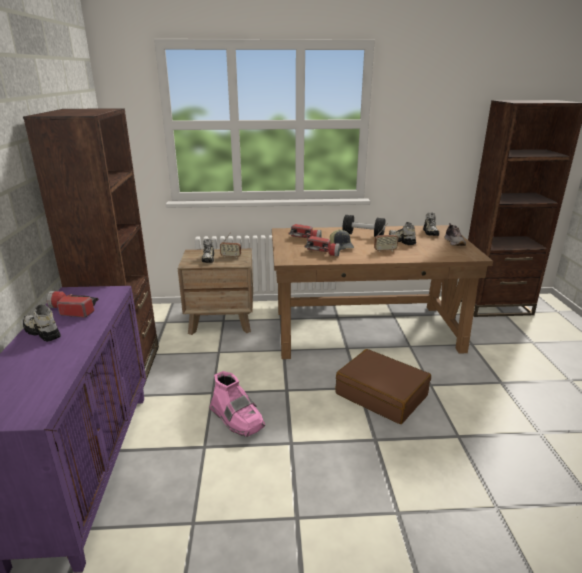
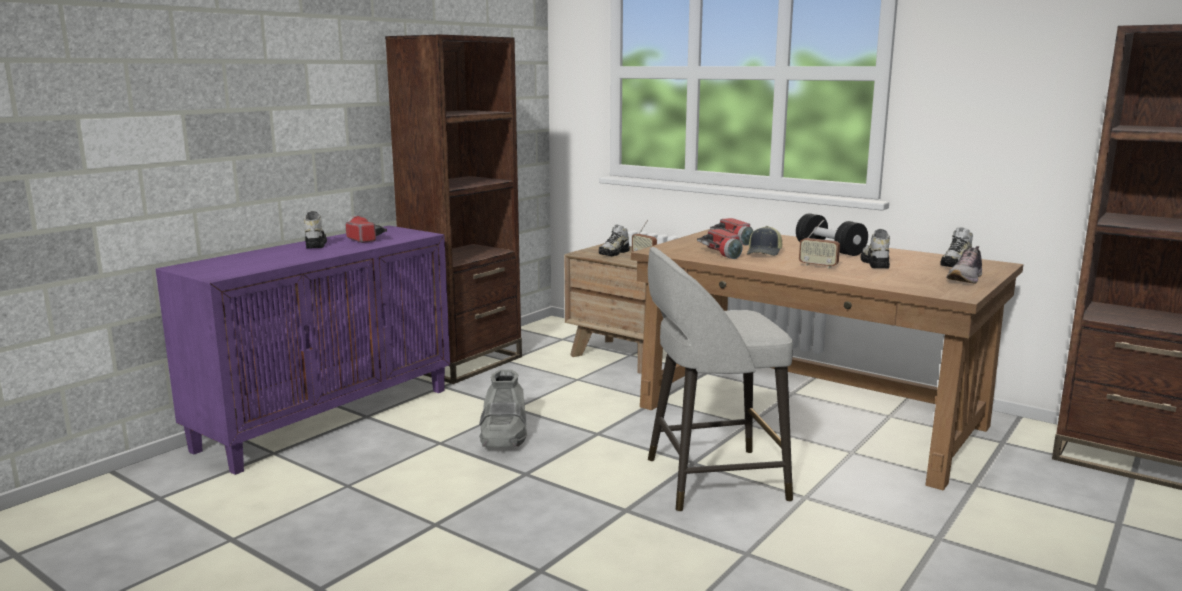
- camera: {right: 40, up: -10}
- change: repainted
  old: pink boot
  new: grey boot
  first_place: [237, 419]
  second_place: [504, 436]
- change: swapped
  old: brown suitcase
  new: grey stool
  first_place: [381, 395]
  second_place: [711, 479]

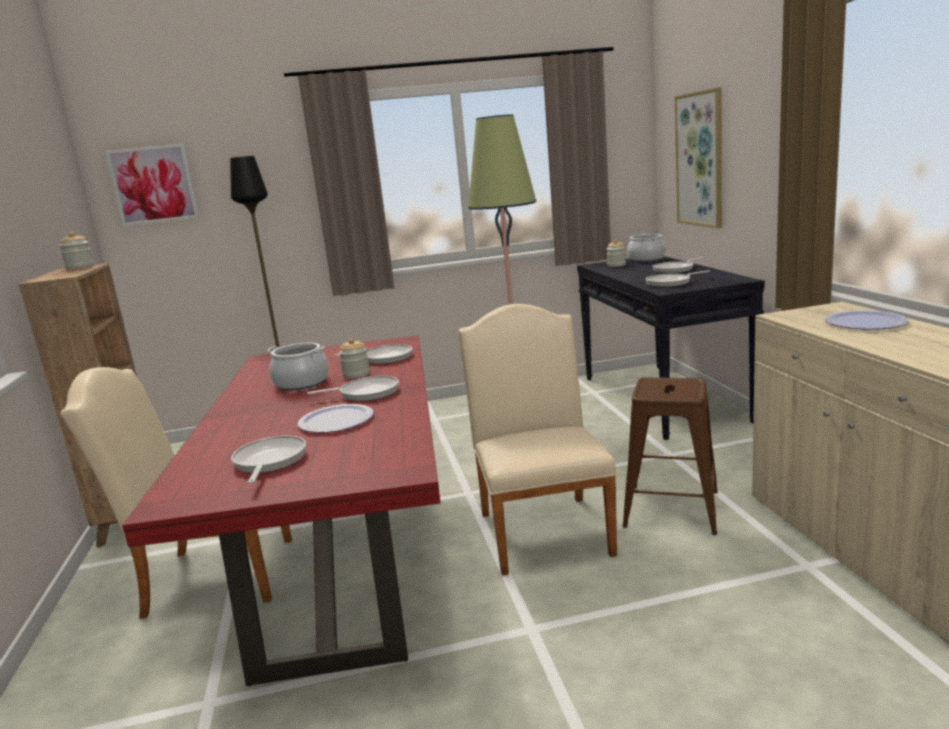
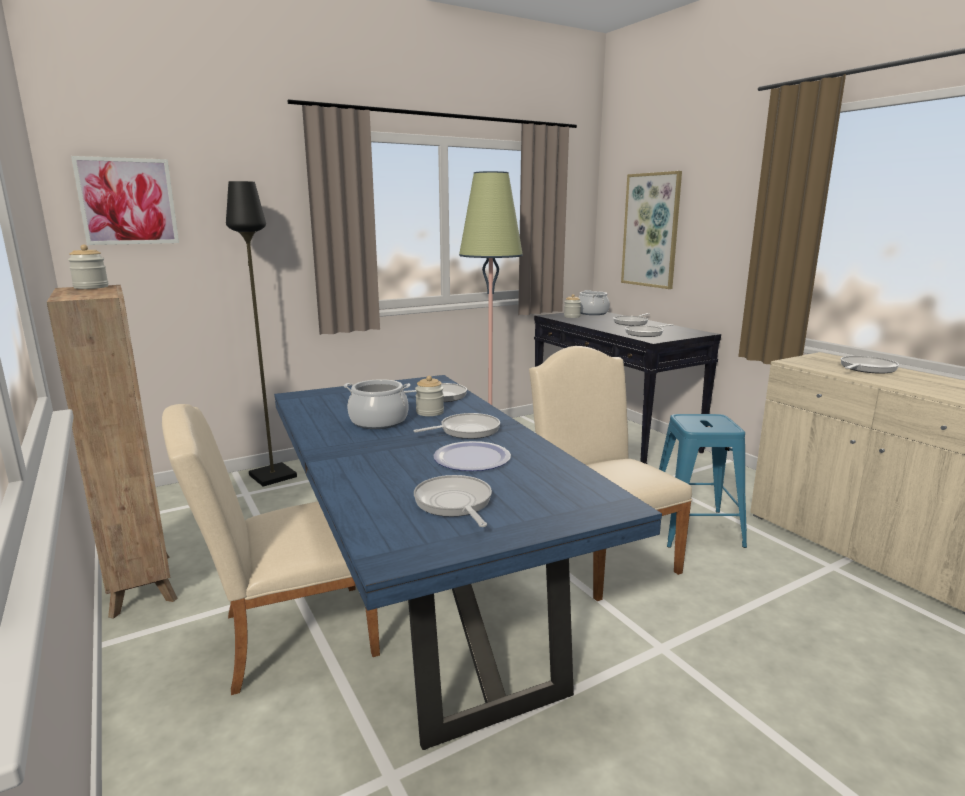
- camera: {right: -20, up: 0}
- change: repainted
  old: red dining table
  new: blue dining table
  first_place: [343, 555]
  second_place: [423, 597]
- change: repainted
  old: brown stool
  new: blue stool
  first_place: [671, 509]
  second_place: [694, 528]
- change: swapped
  old: plate
  new: frying pan
  first_place: [865, 322]
  second_place: [866, 368]

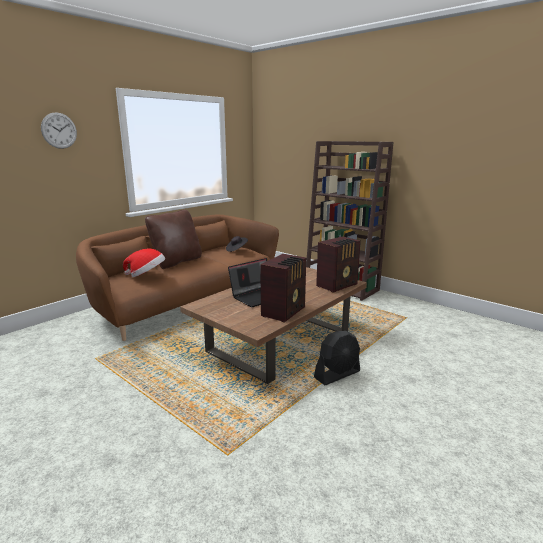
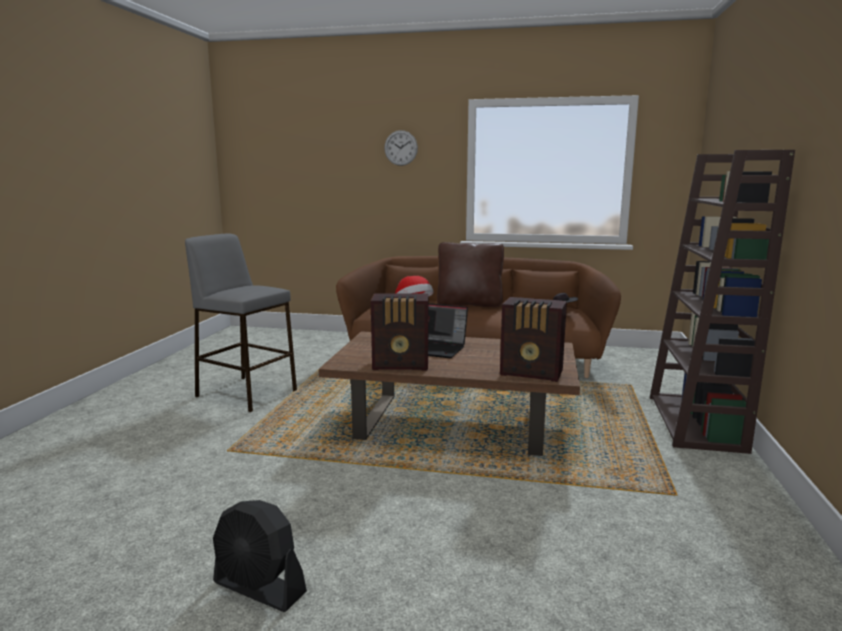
- camera: {right: 60, up: -5}
- change: new
  new: grey stool
  second_place: [246, 393]
- change: shifted
  old: black fan
  first_place: [337, 374]
  second_place: [259, 588]

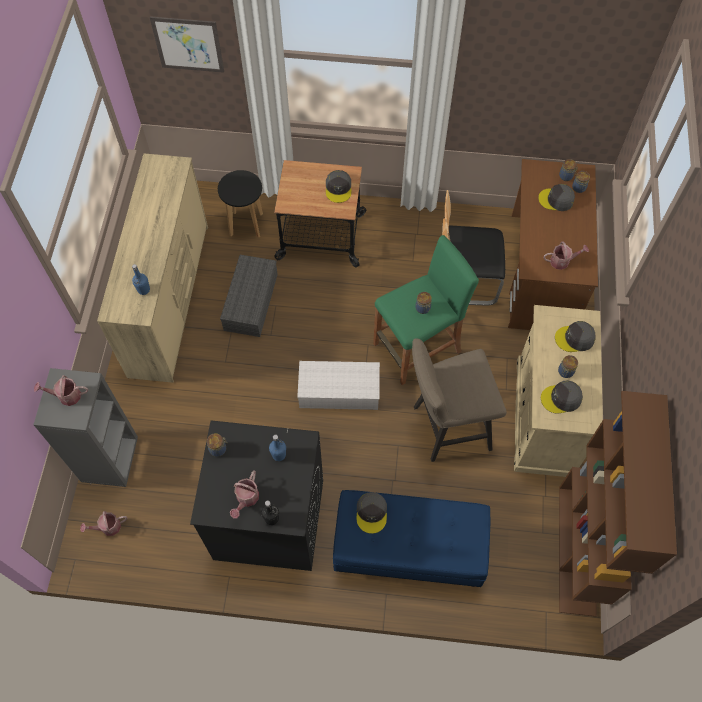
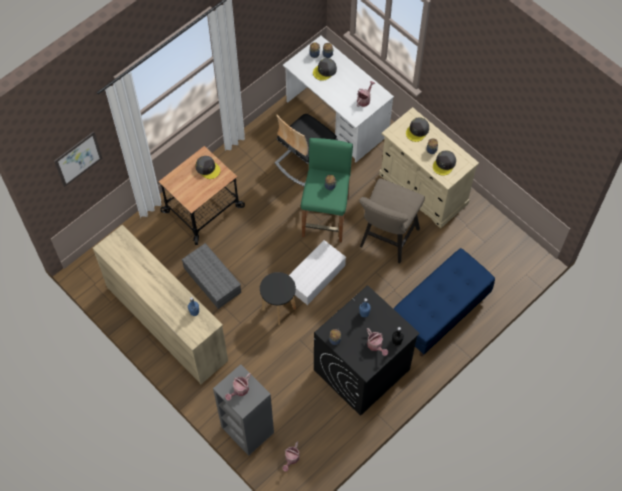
- camera: {right: -50, up: 0}
- change: shifted
  old: black stool
  first_place: [246, 225]
  second_place: [279, 309]
- change: repainted
  old: brown desk
  new: white desk
  first_place: [540, 273]
  second_place: [337, 118]
- change: gone
  old: grey cap
  first_place: [371, 513]
- change: gone
  old: brown bookcase
  first_place: [578, 550]

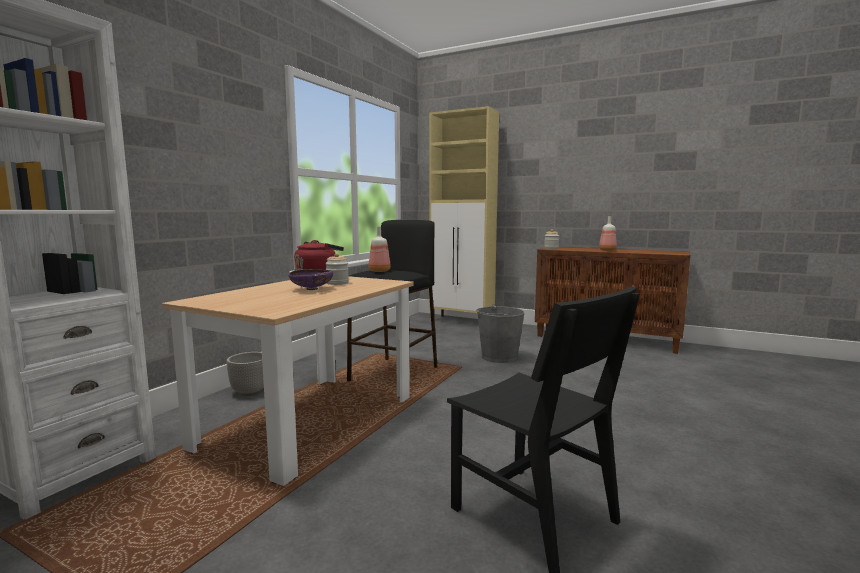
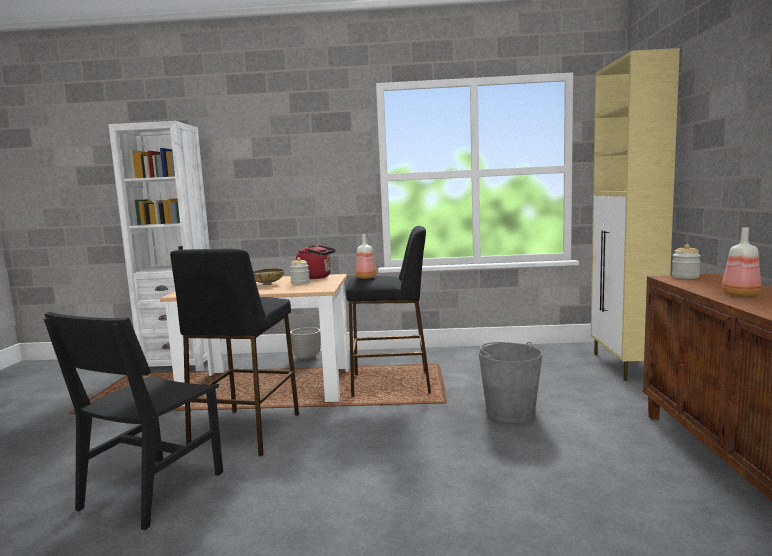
- camera: {right: 65, up: 0}
- change: new
  new: black stool
  second_place: [246, 432]
- change: repainted
  old: purple bowl
  new: beige bowl
  first_place: [311, 289]
  second_place: [267, 284]

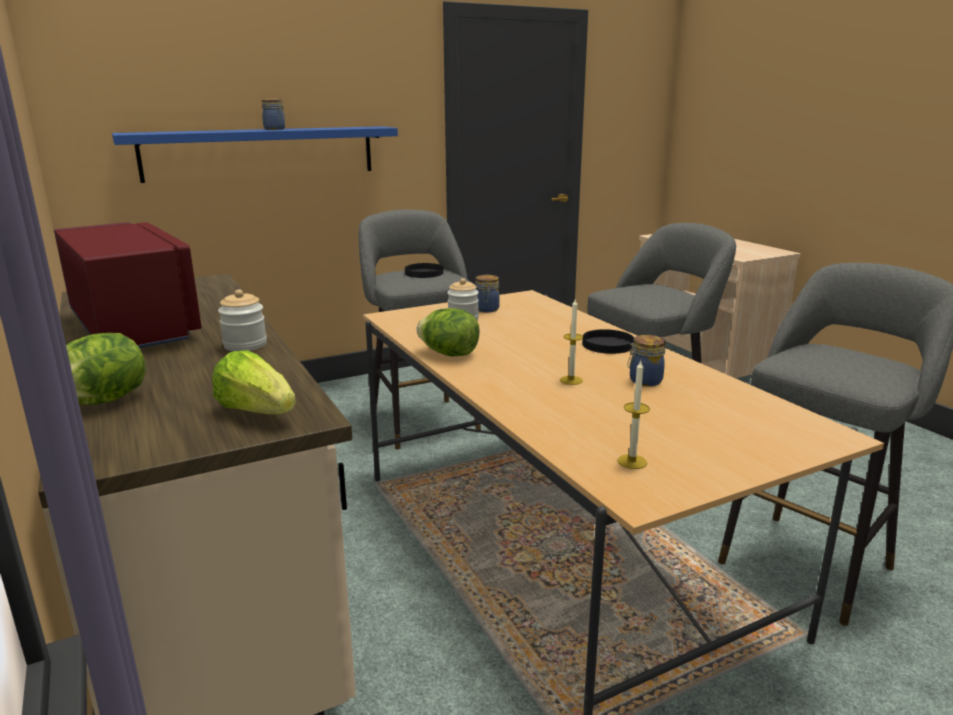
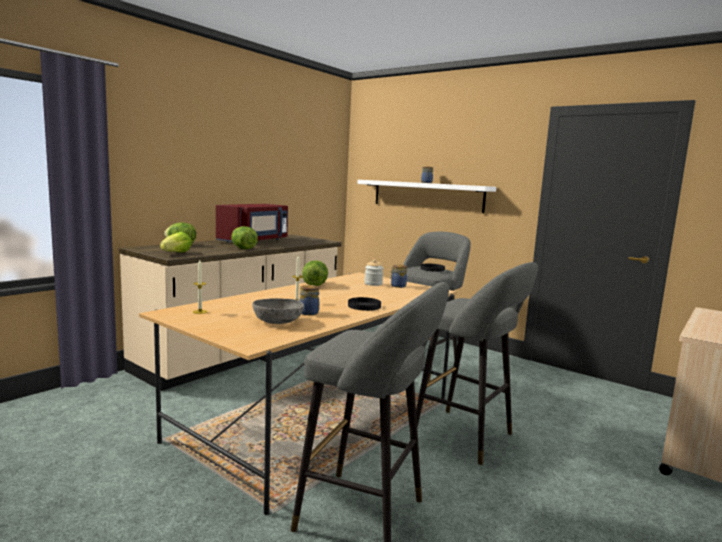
- camera: {right: 65, up: -10}
- change: swapped
  old: jar
  new: lettuce
  first_place: [245, 345]
  second_place: [243, 248]
- change: new
  new: grey bowl
  second_place: [278, 322]
- change: repainted
  old: blue shelf
  new: white shelf
  first_place: [261, 153]
  second_place: [427, 195]

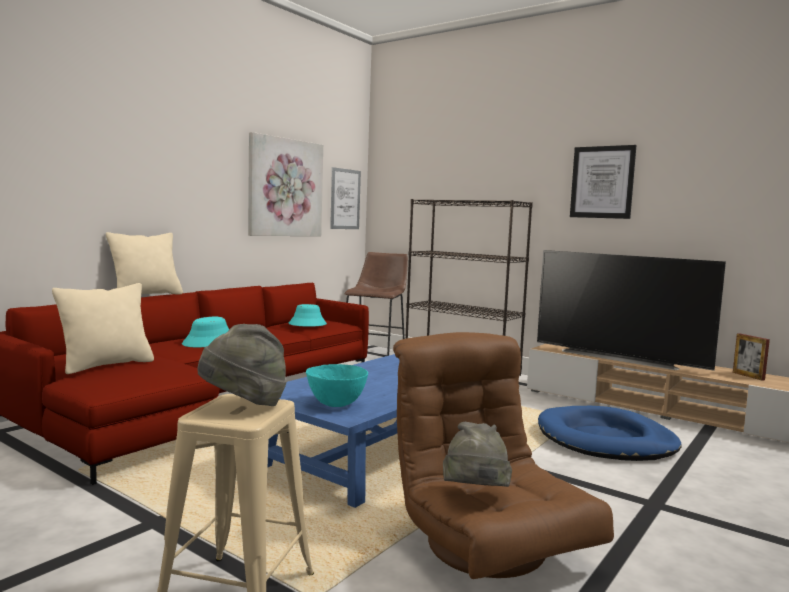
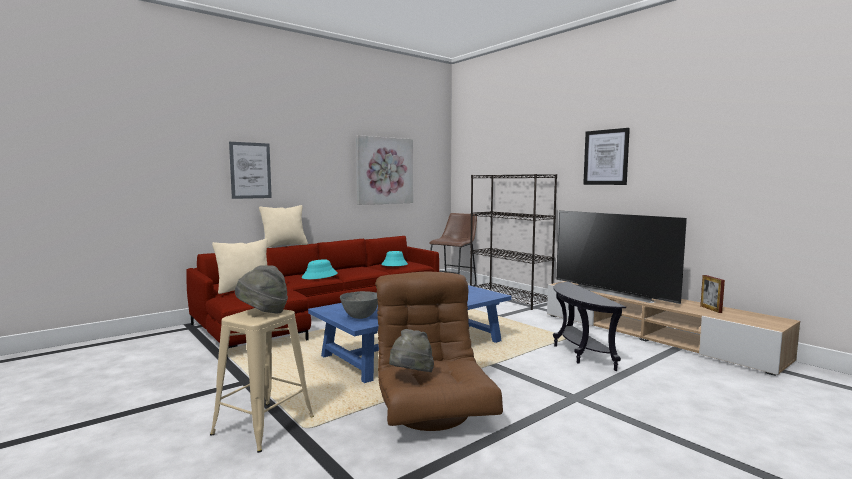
- camera: {right: 15, up: 0}
- change: shifted
  old: picture
  first_place: [345, 199]
  second_place: [250, 170]
- change: repainted
  old: turquoise bowl
  new: grey bowl
  first_place: [336, 404]
  second_place: [360, 317]
- change: swapped
  old: blue dog bed
  new: black side table
  first_place: [606, 440]
  second_place: [578, 353]

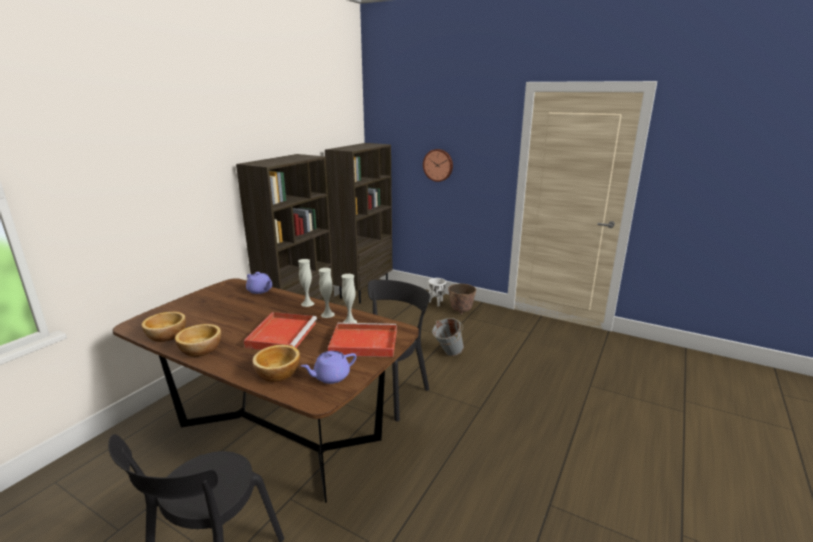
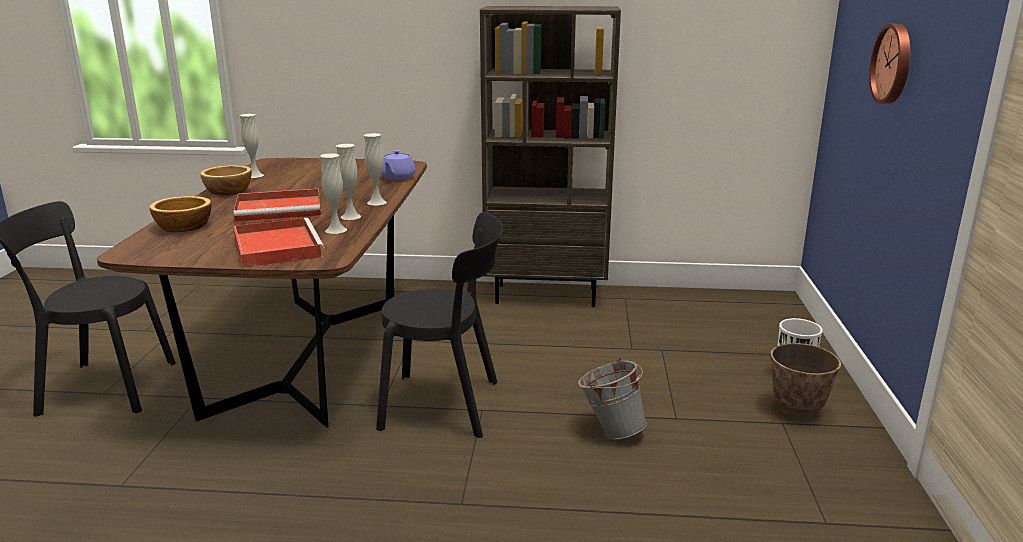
- camera: {right: 65, up: 0}
- change: swapped
  old: bowl
  new: white vase
  first_place: [167, 335]
  second_place: [255, 175]
- change: gone
  old: purple teapot
  first_place: [330, 377]
- change: gone
  old: brown bookcase
  first_place: [364, 291]

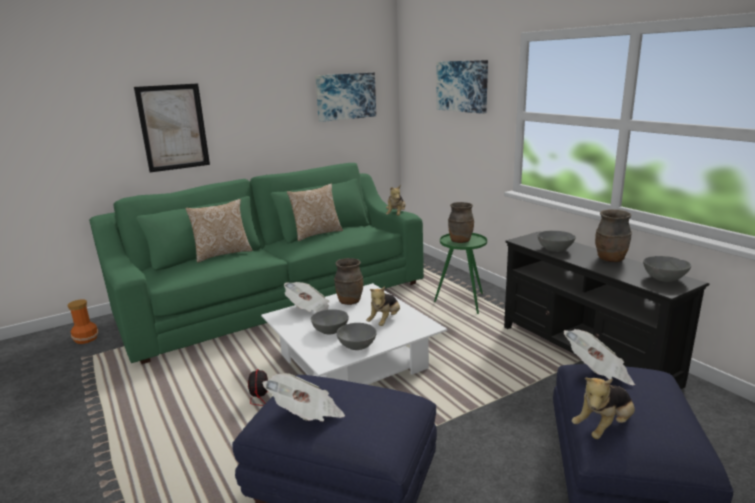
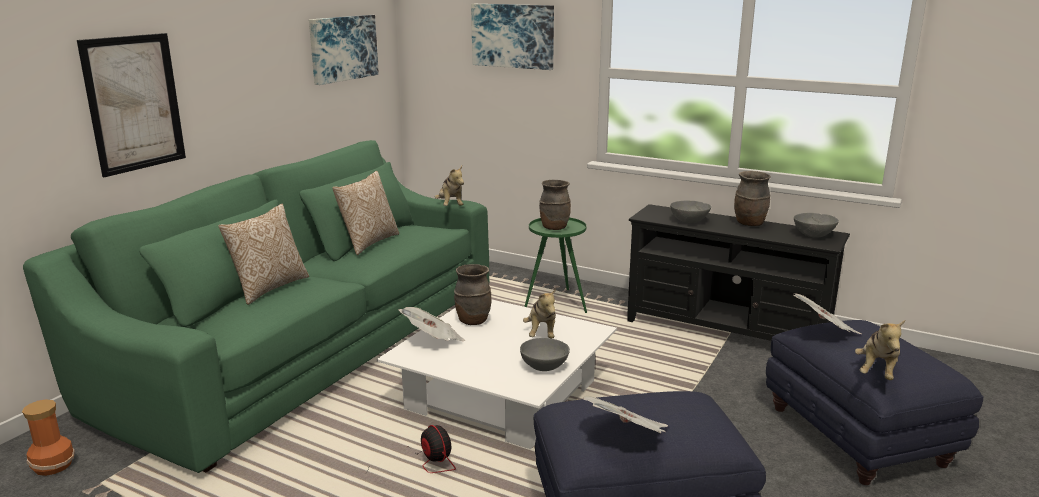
- camera: {right: -30, up: 0}
- change: gone
  old: grey bowl
  first_place: [330, 330]

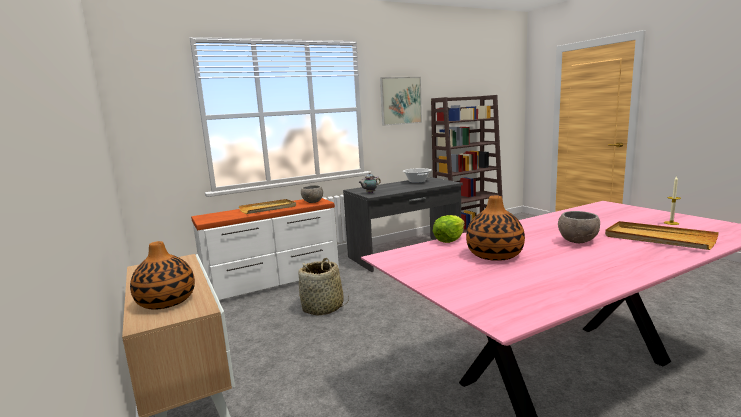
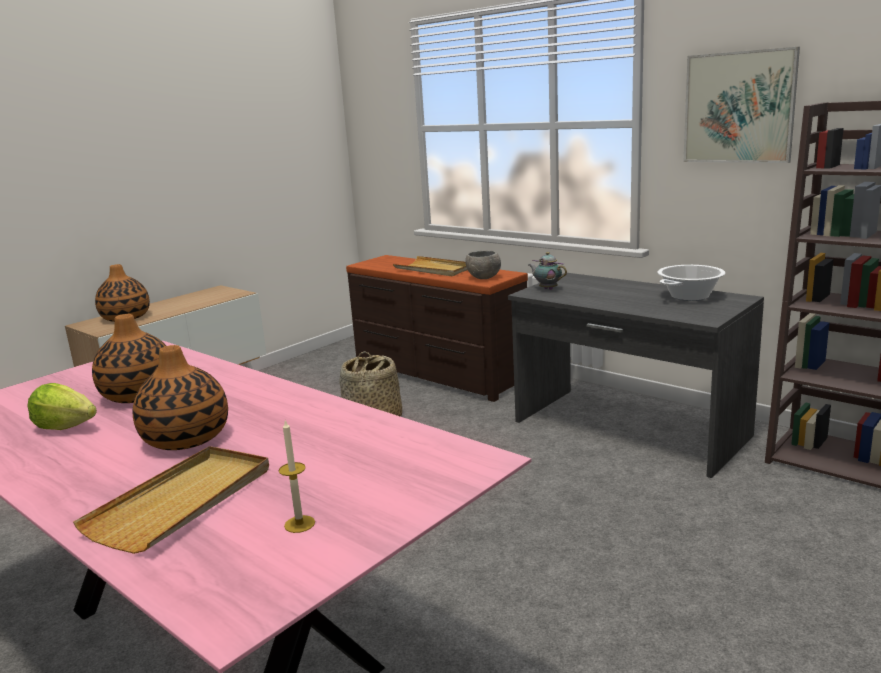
- camera: {right: 70, up: 5}
- change: shifted
  old: lettuce
  first_place: [449, 240]
  second_place: [66, 427]
- change: swapped
  old: grey bowl
  new: vase
  first_place: [578, 241]
  second_place: [186, 438]
- change: repainted
  old: white dresser
  new: brown dresser
  first_place: [273, 282]
  second_place: [437, 373]

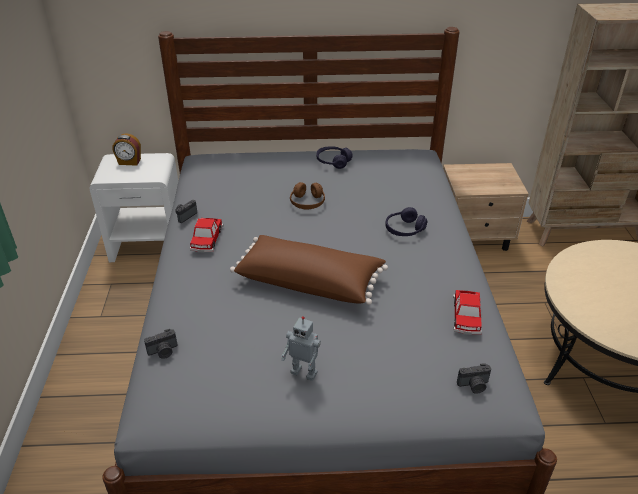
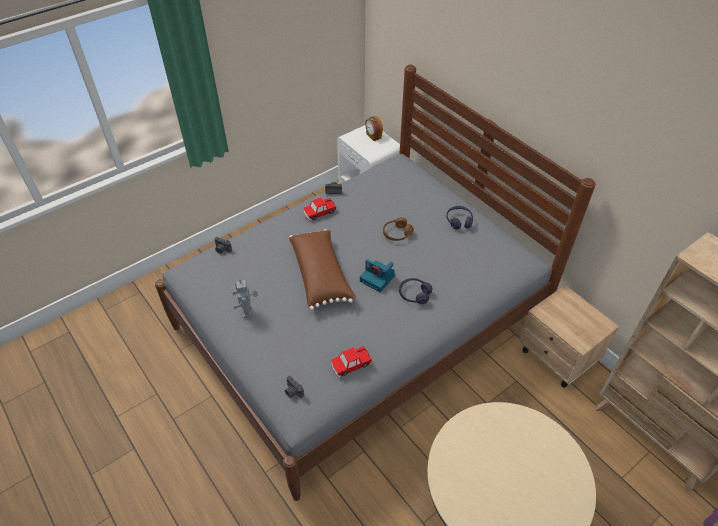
- camera: {right: 55, up: 10}
- change: new
  new: photo camera
  second_place: [378, 278]

